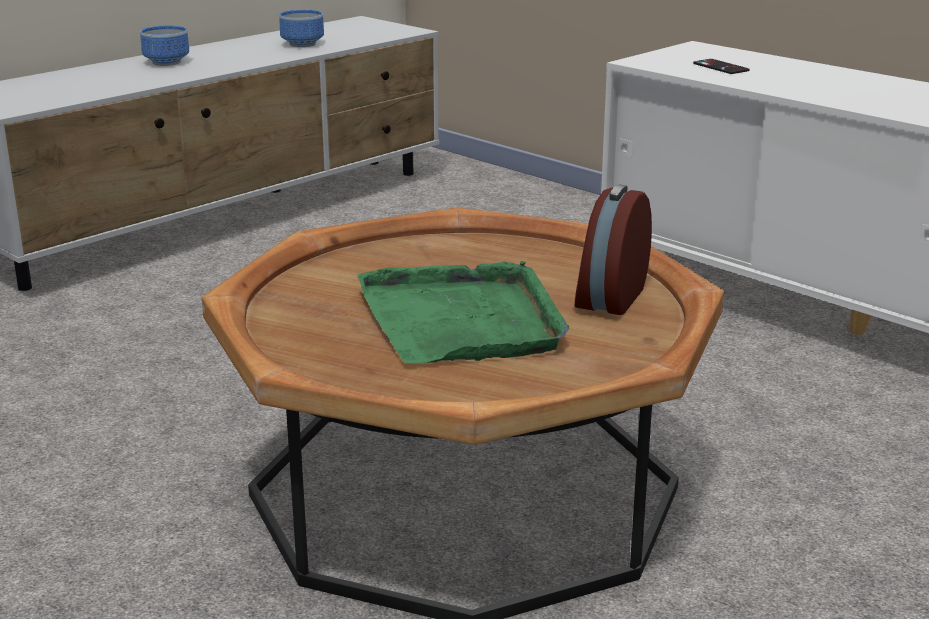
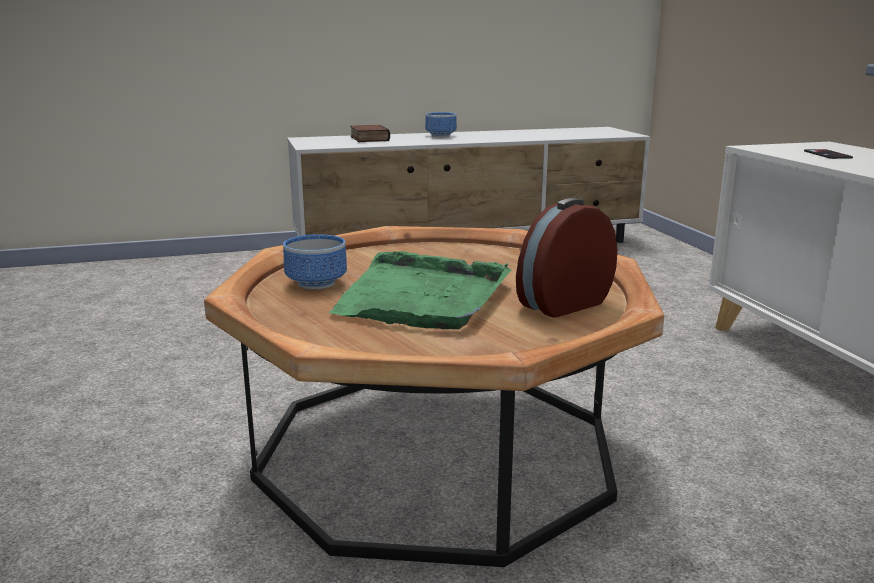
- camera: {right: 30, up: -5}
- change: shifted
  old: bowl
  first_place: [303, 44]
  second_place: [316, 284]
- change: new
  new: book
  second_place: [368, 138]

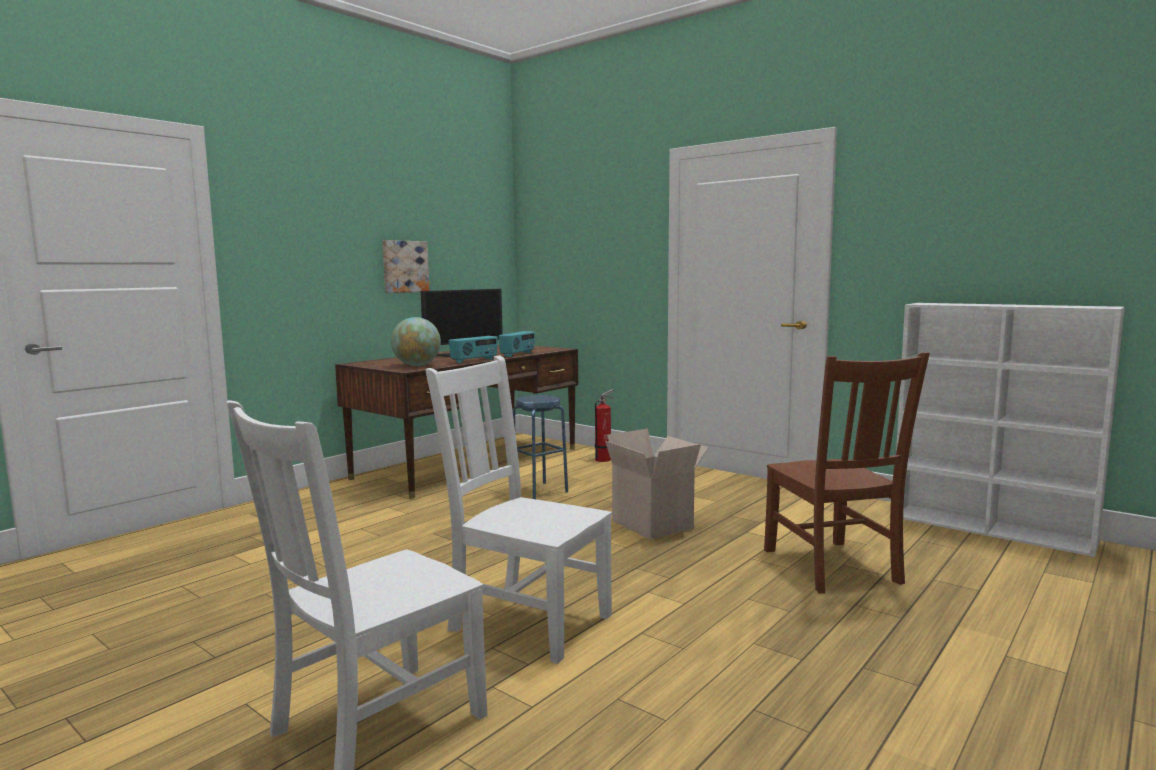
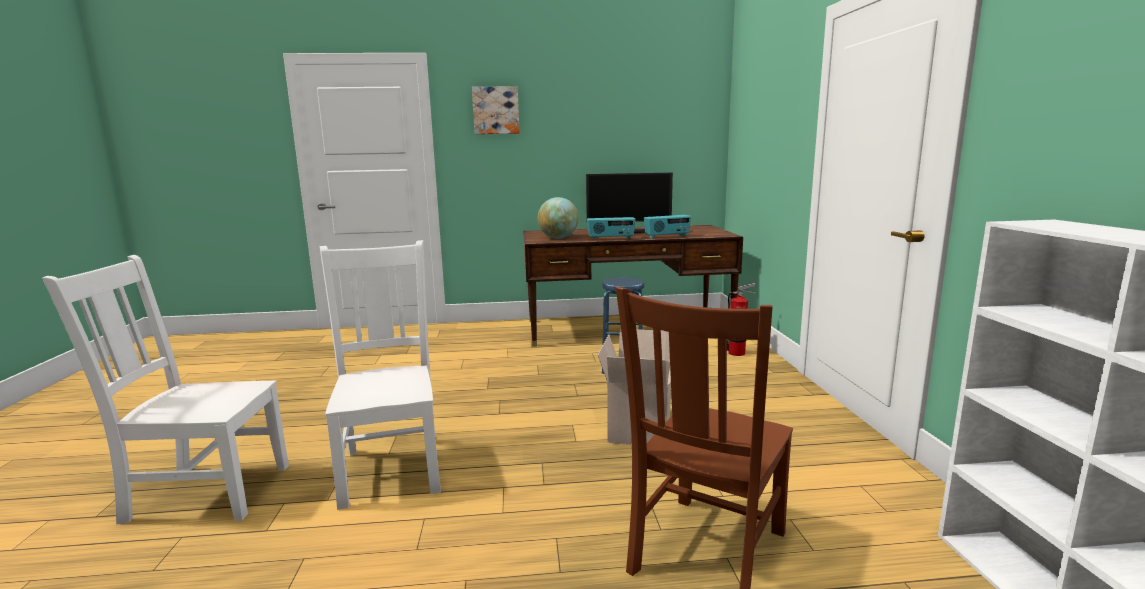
- camera: {right: 45, up: 5}
- change: shifted
  old: picture
  first_place: [404, 266]
  second_place: [496, 110]

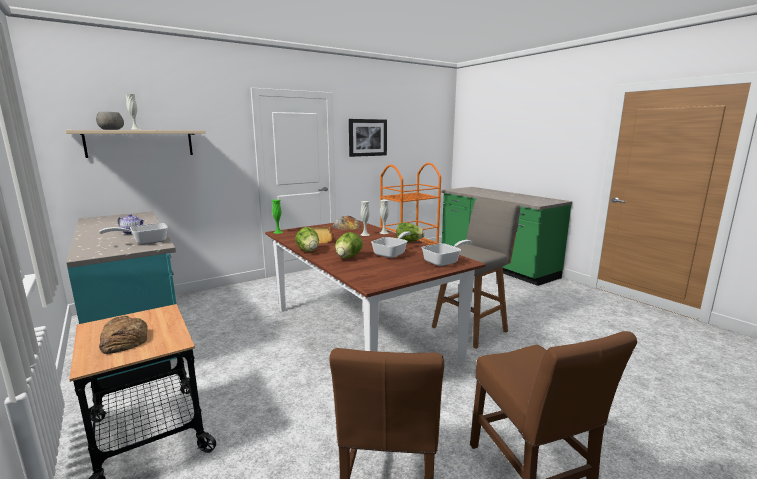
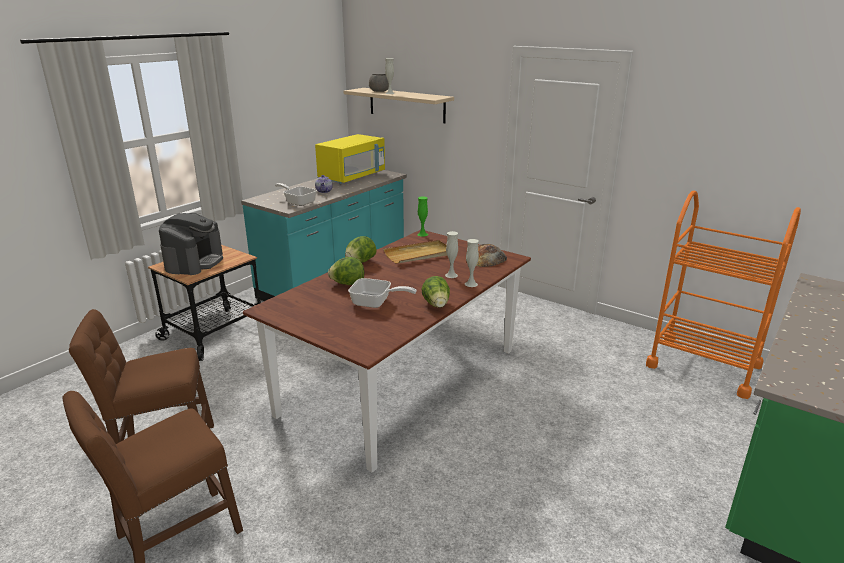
- camera: {right: 70, up: 10}
- change: swapped
  old: bread
  new: coffee machine
  first_place: [124, 340]
  second_place: [194, 262]
- change: new
  new: yellow microwave
  second_place: [352, 177]
- change: gone
  old: picture
  first_place: [367, 137]
- change: gone
  old: frying pan
  first_place: [444, 262]
- change: gone
  old: grey stool
  first_place: [471, 328]

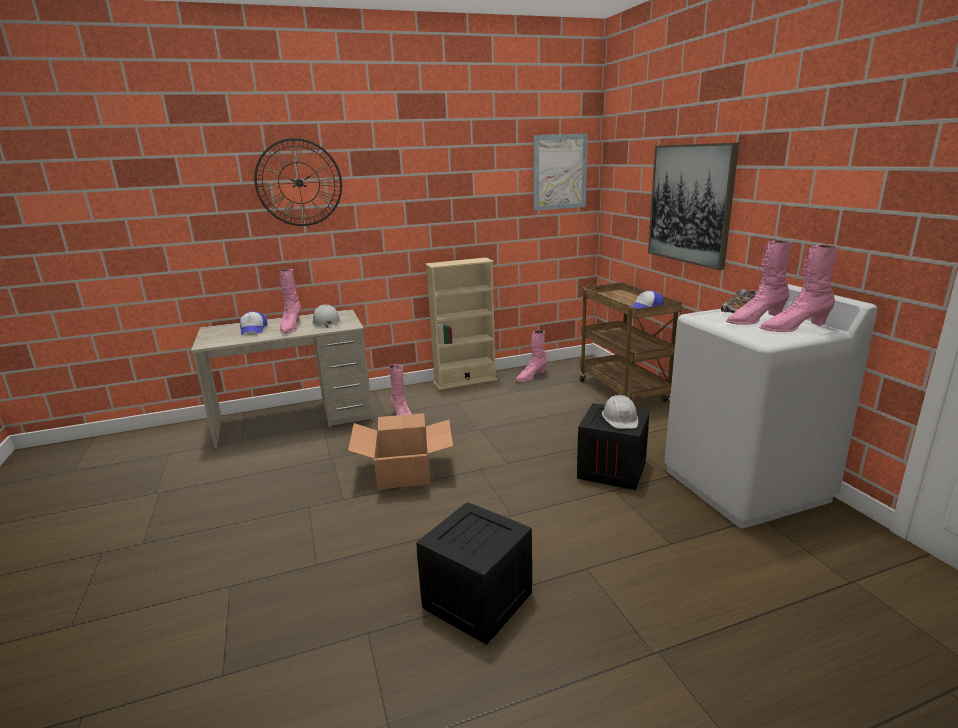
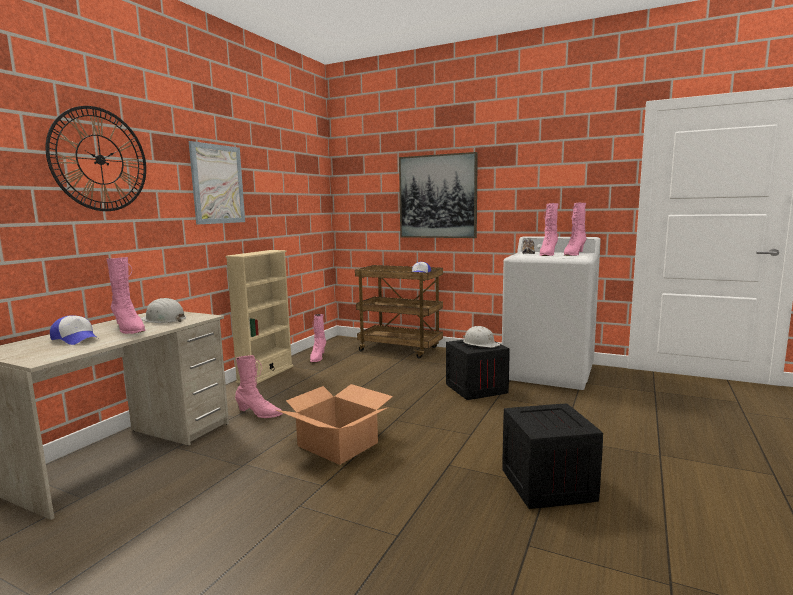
- camera: {right: -45, up: -10}
- change: shifted
  old: picture
  first_place: [559, 172]
  second_place: [217, 184]

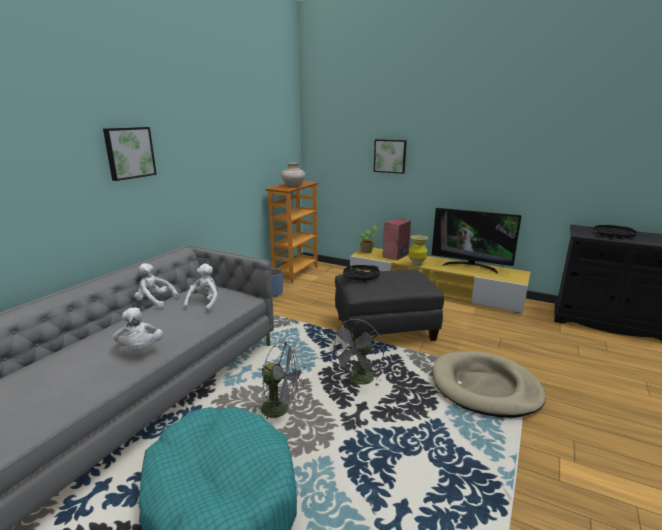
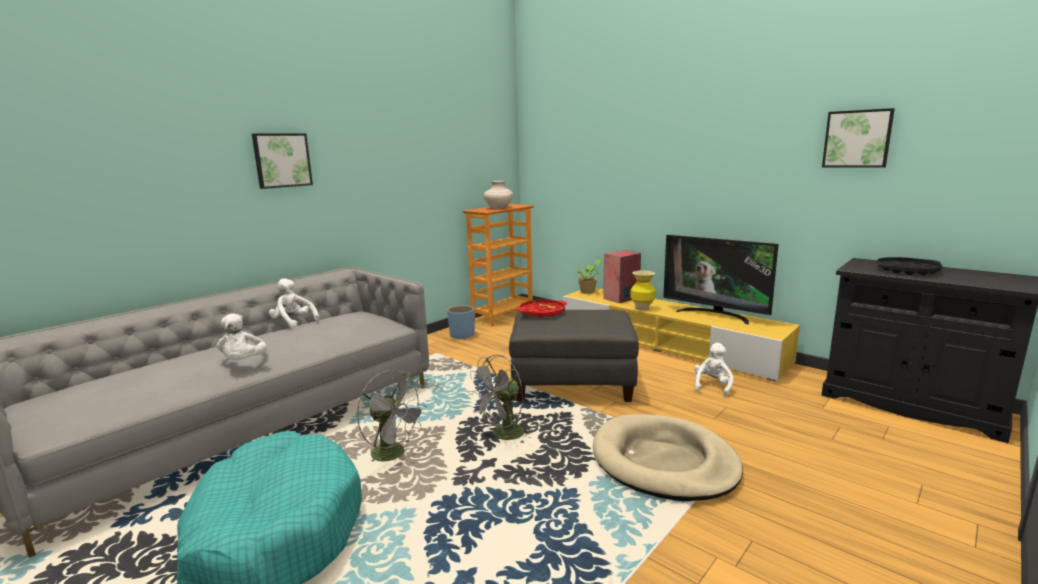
- camera: {right: 15, up: -5}
- change: repainted
  old: black tray
  new: red tray
  first_place: [361, 276]
  second_place: [542, 312]
- change: shifted
  old: white plush toy
  first_place: [204, 303]
  second_place: [712, 386]
- change: shifted
  old: picture
  first_place: [390, 156]
  second_place: [857, 139]

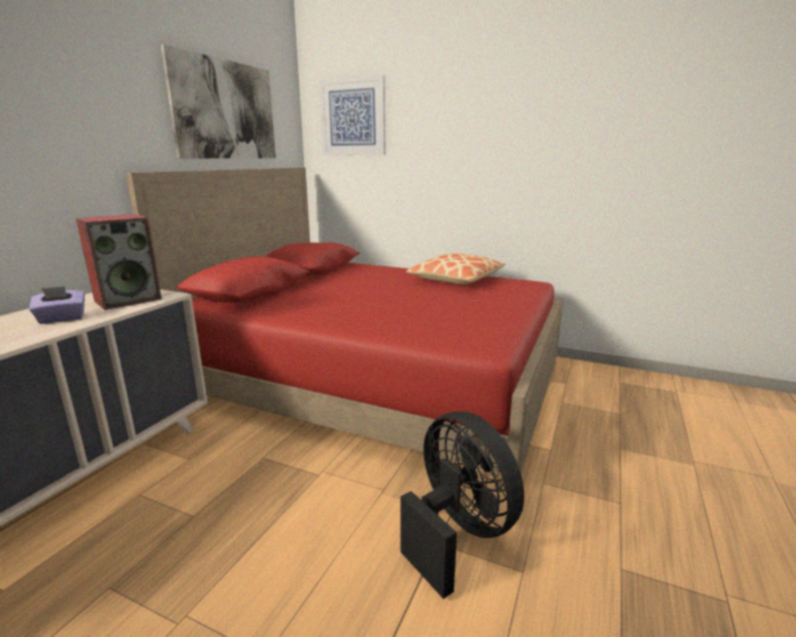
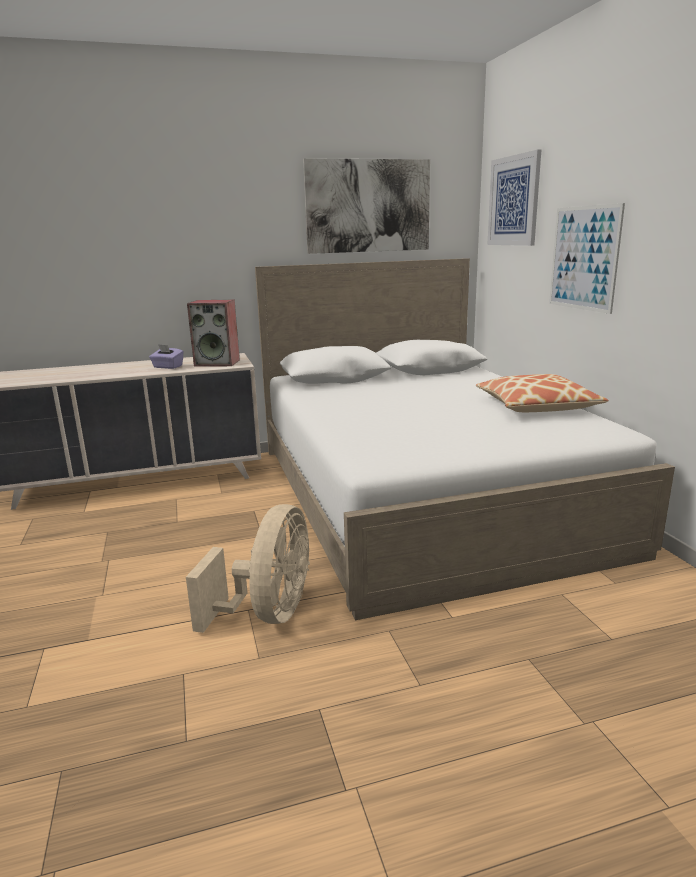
- camera: {right: 50, up: 0}
- change: repainted
  old: black fan
  new: beige fan
  first_place: [457, 532]
  second_place: [269, 613]
- change: repainted
  old: red bed
  new: white bed
  first_place: [377, 378]
  second_place: [423, 494]
- change: new
  new: picture
  second_place: [584, 258]

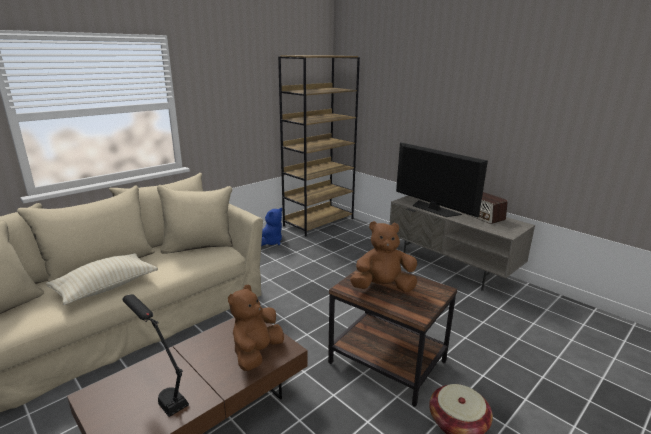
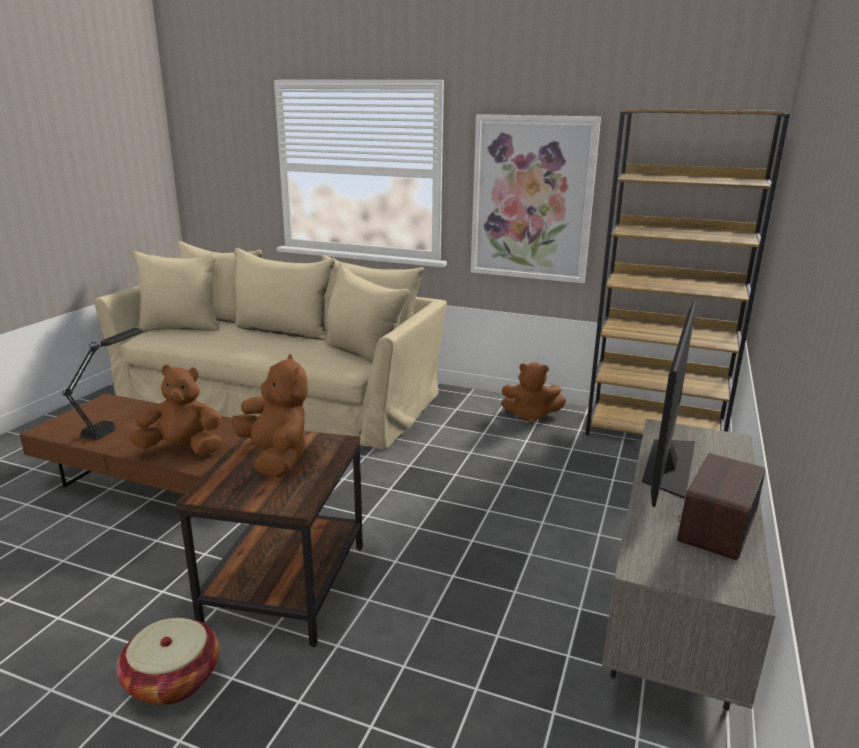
- camera: {right: 65, up: 0}
- change: new
  new: picture
  second_place: [532, 199]
- change: repainted
  old: blue plush toy
  new: brown plush toy
  first_place: [270, 242]
  second_place: [530, 415]
- change: gone
  old: beige pillow
  first_place: [106, 287]

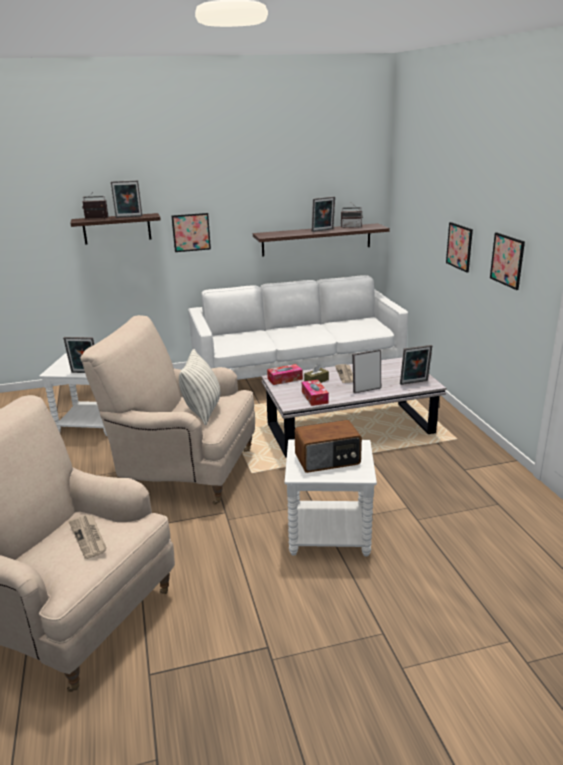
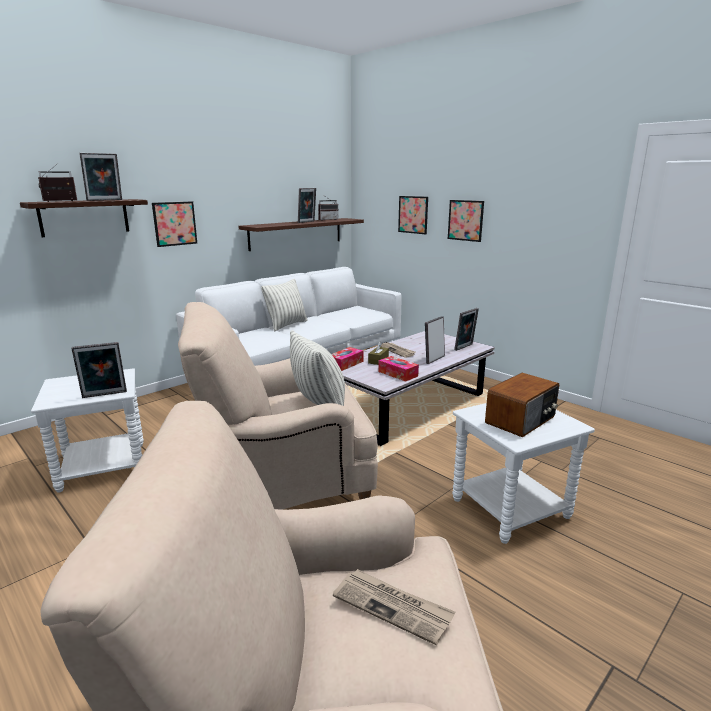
- camera: {right: -30, up: -5}
- change: new
  new: pillow
  second_place: [286, 325]
- change: shifted
  old: picture
  first_place: [507, 260]
  second_place: [413, 214]

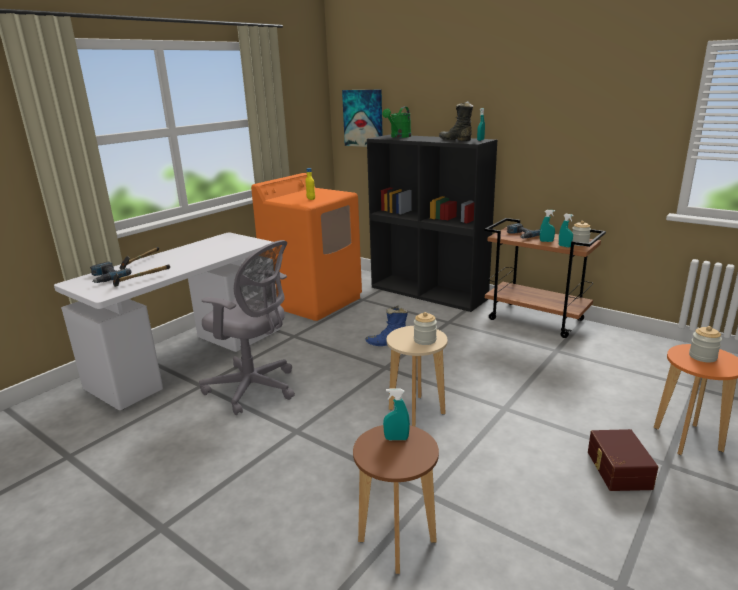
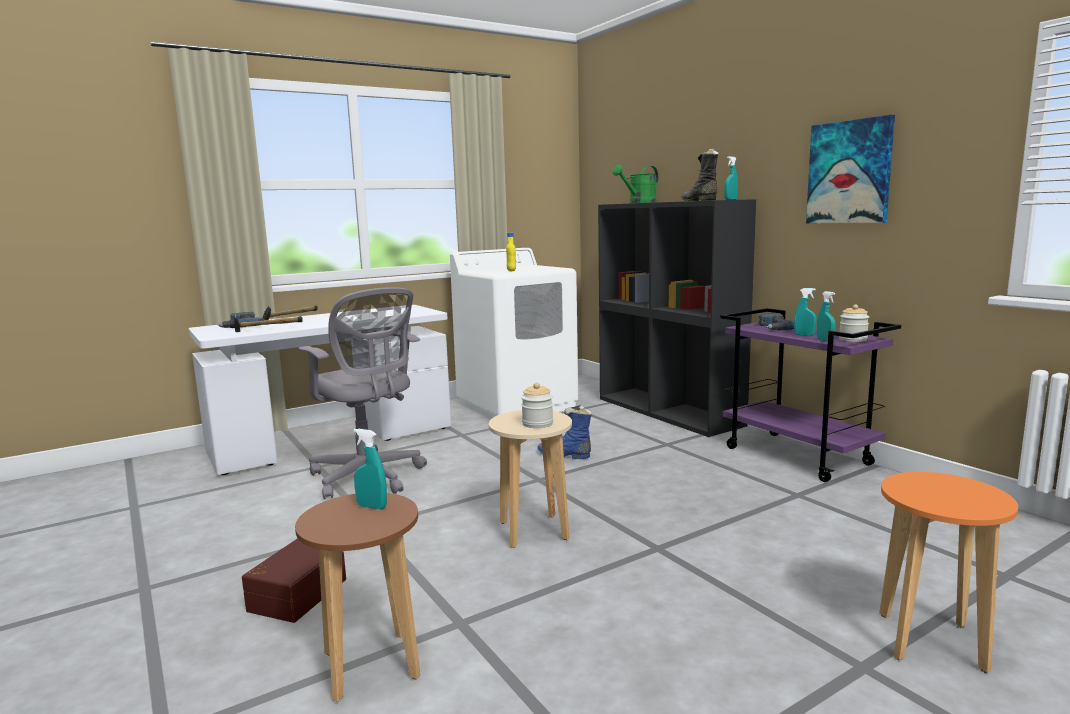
- camera: {right: 20, up: -10}
- change: shifted
  old: brown storage box
  first_place: [617, 470]
  second_place: [296, 594]
- change: repainted
  old: orange washing machine
  new: white washing machine
  first_place: [314, 301]
  second_place: [517, 405]
- change: repainted
  old: brown cart
  new: purple cart
  first_place: [536, 319]
  second_place: [798, 456]
- change: shifted
  old: picture
  first_place: [363, 118]
  second_place: [849, 172]
- change: gone
  old: jar
  first_place: [702, 357]

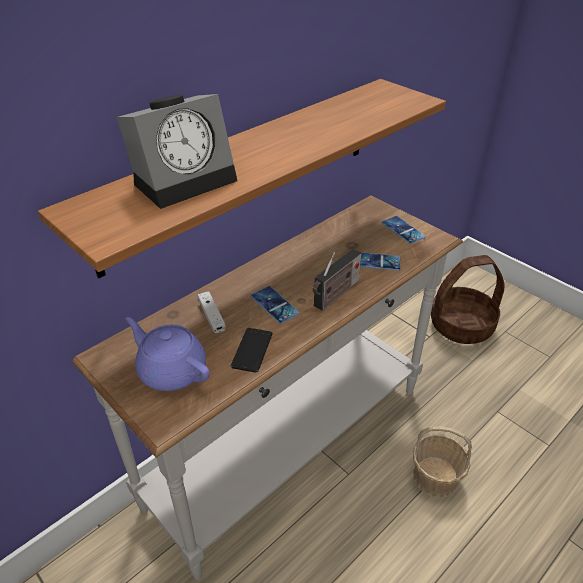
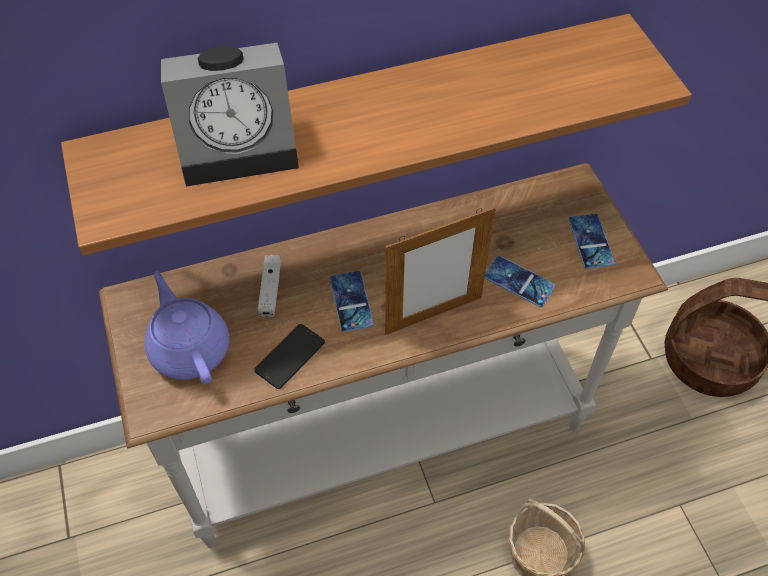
- camera: {right: 25, up: 15}
- change: swapped
  old: radio
  new: picture frame
  first_place: [335, 295]
  second_place: [433, 315]

